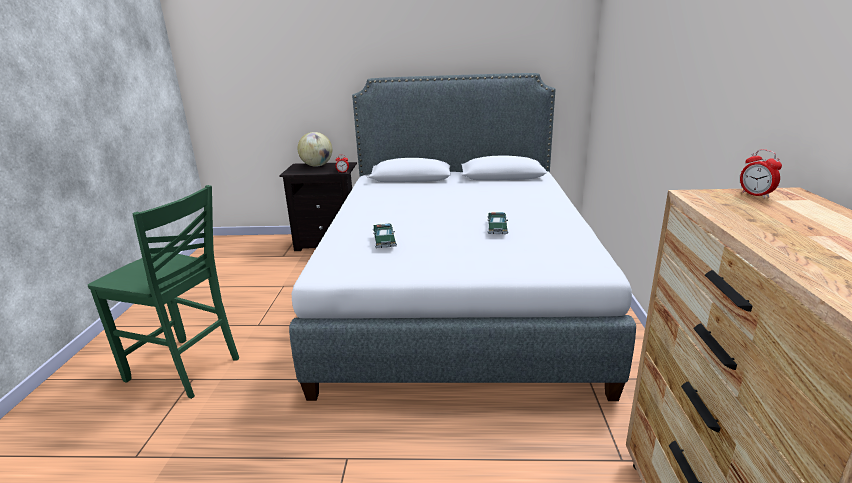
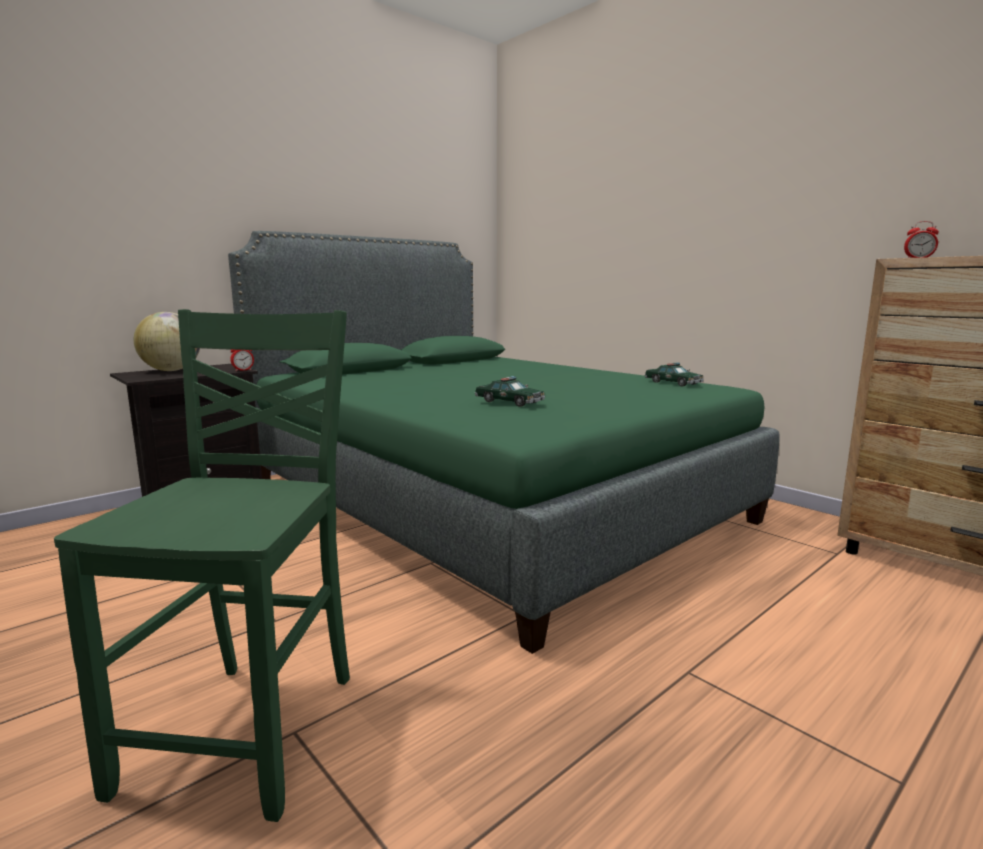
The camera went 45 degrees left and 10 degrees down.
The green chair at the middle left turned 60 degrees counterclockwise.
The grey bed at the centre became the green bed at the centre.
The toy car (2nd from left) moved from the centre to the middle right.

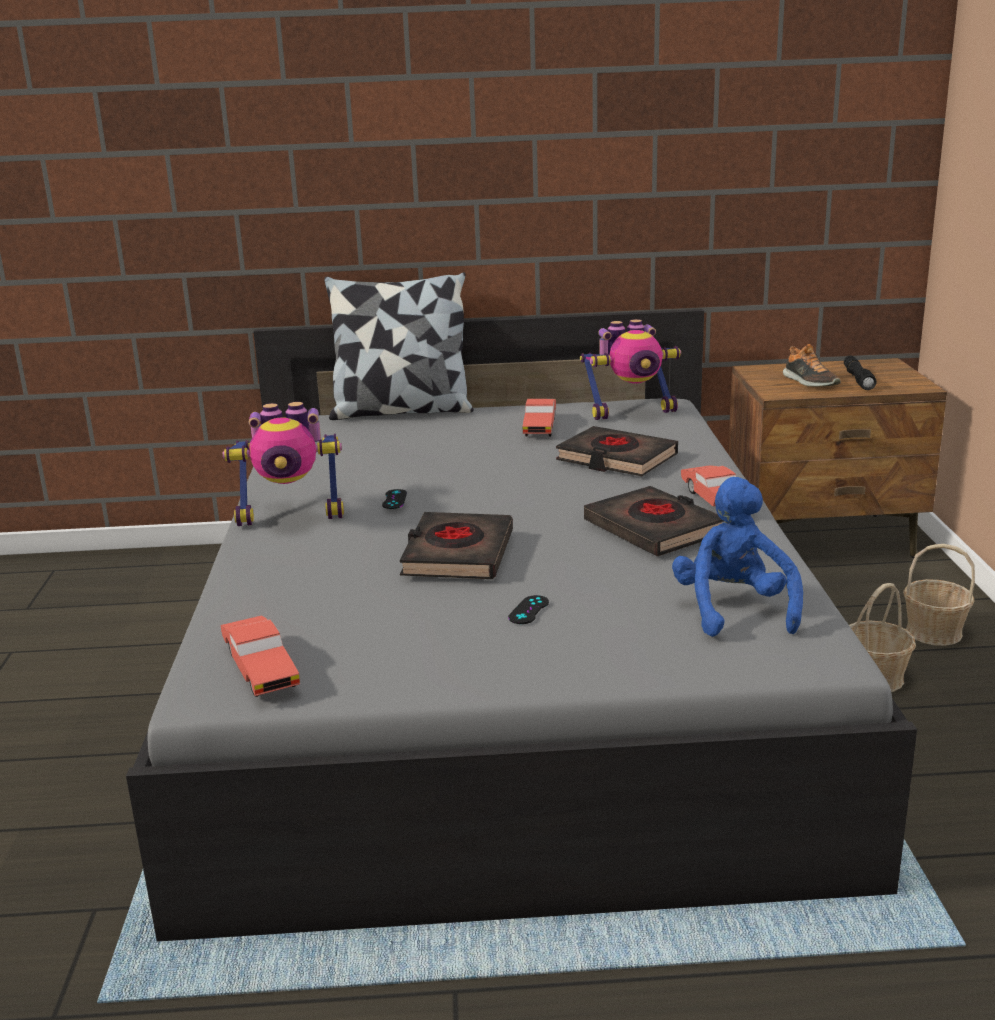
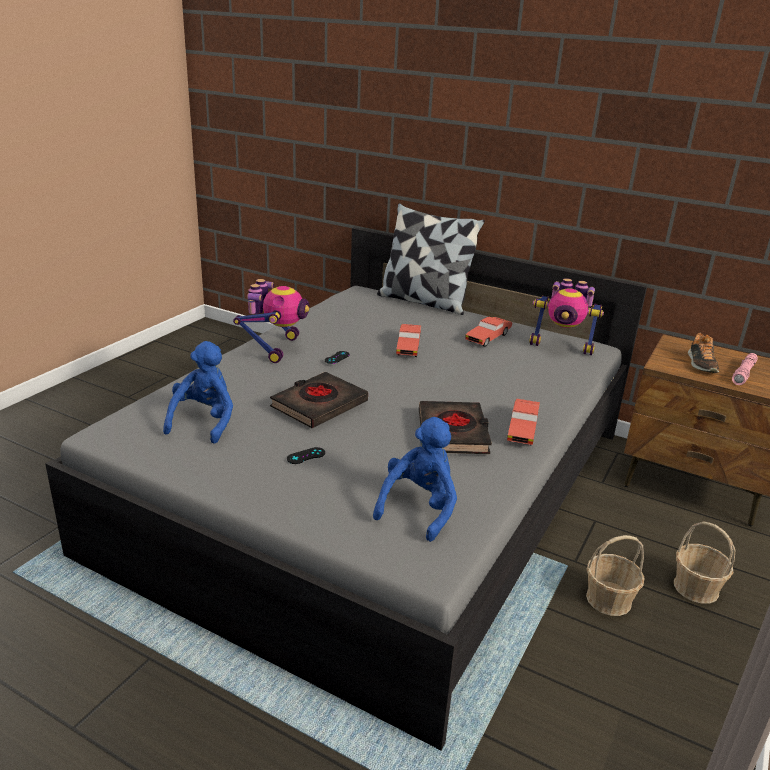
The camera went 30 degrees right and 5 degrees up.
The red toy car (1st from left) moved from the middle left to the centre.
The toy robot (1st from left) at the middle left turned 105 degrees counterclockwise.
The black book (2nd from left) at the centre disappeared.
The black flashlight at the middle right became the pink flashlight at the middle right.
The blue plush toy (1st from left) at the middle left appeared.

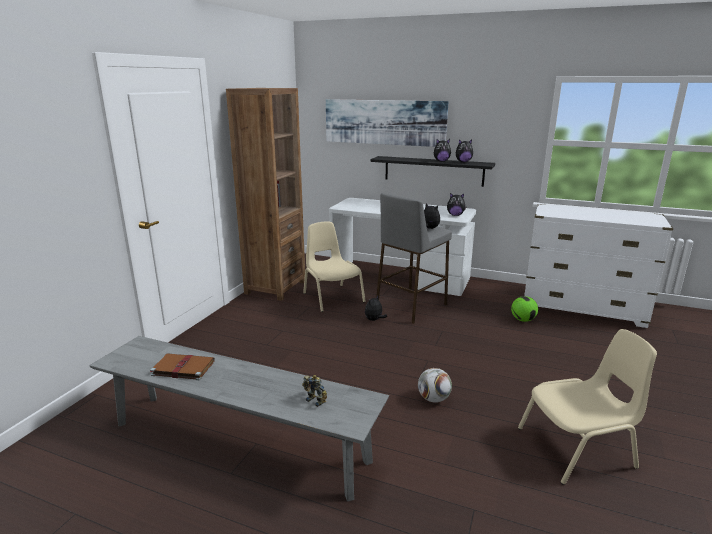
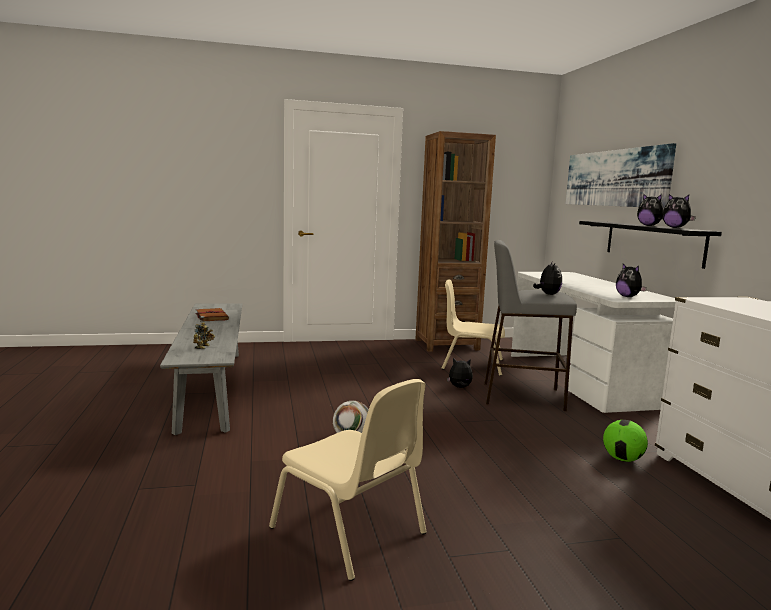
The camera went 55 degrees right and 10 degrees down.
The beige chair (1st from left in the first image) at the centre turned 105 degrees counterclockwise.

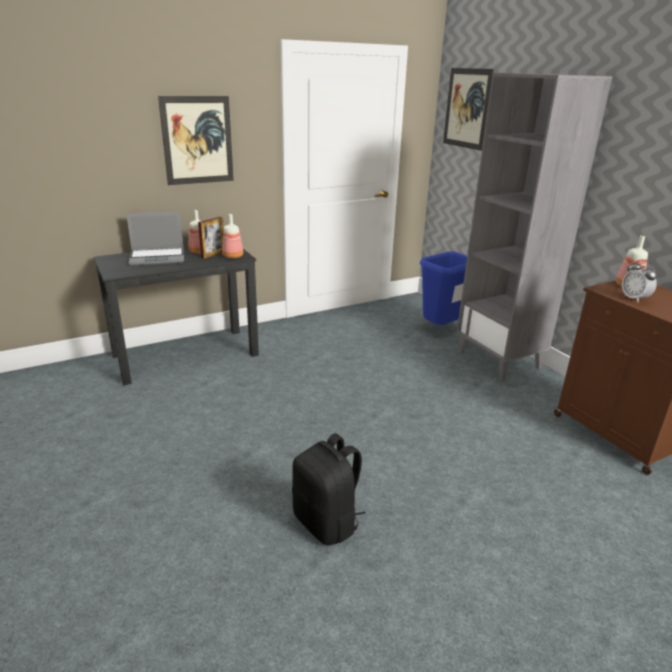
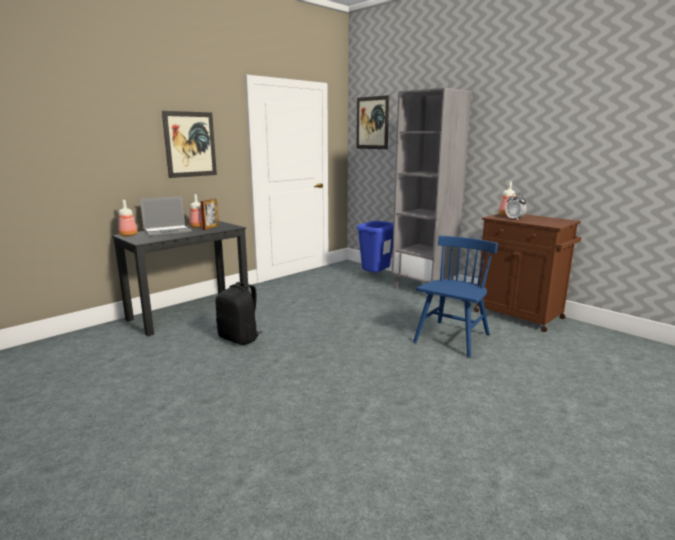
The camera went 15 degrees left and 10 degrees down.
The bottle (2nd from left in the first image) moved from the centre to the middle left.
The black backpack moved from the bottom centre to the centre.
The blue chair at the middle right appeared.

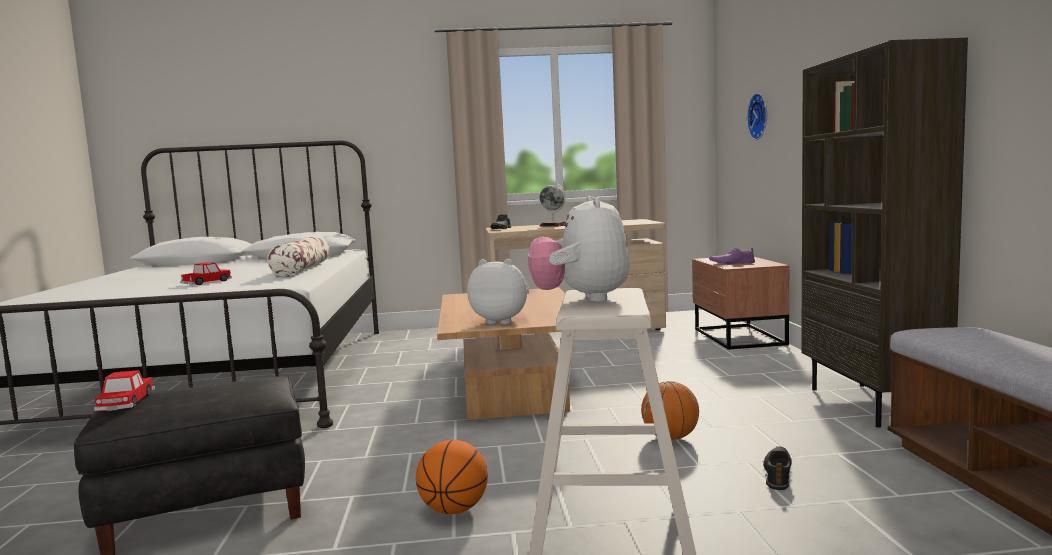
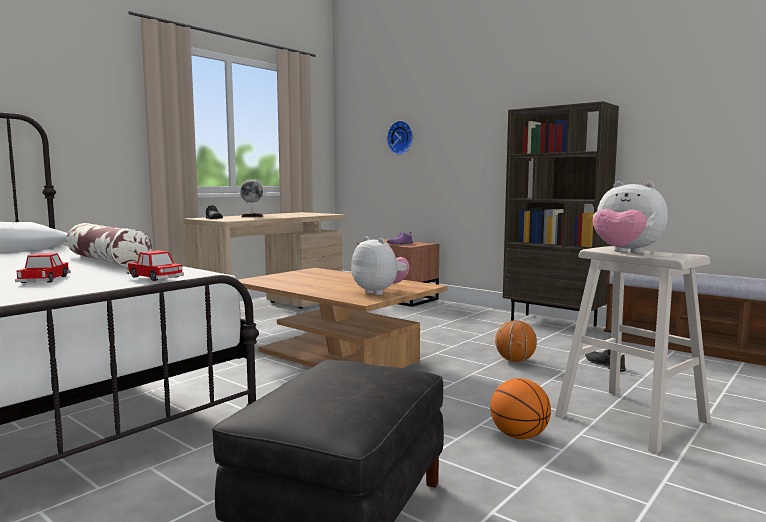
The camera went 45 degrees left and 0 degrees up.
The toy car (1st from left in the first image) moved from the bottom left to the middle left.
The plush toy (1st from left) at the centre turned 75 degrees clockwise.

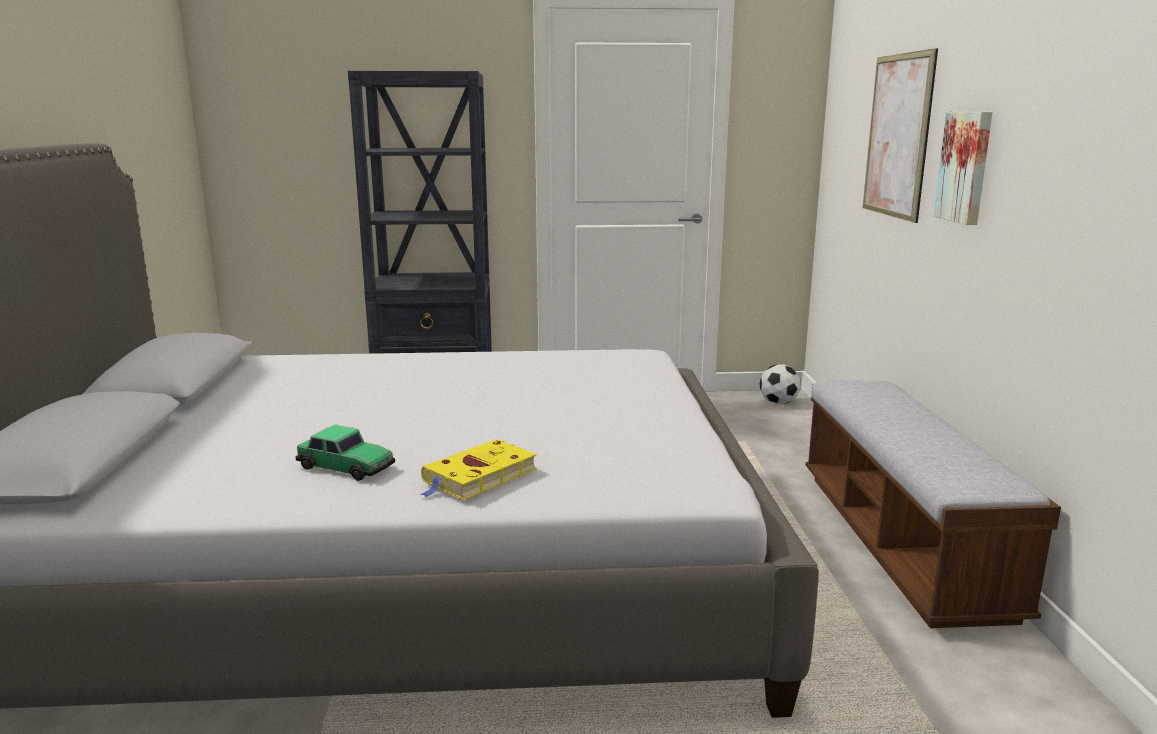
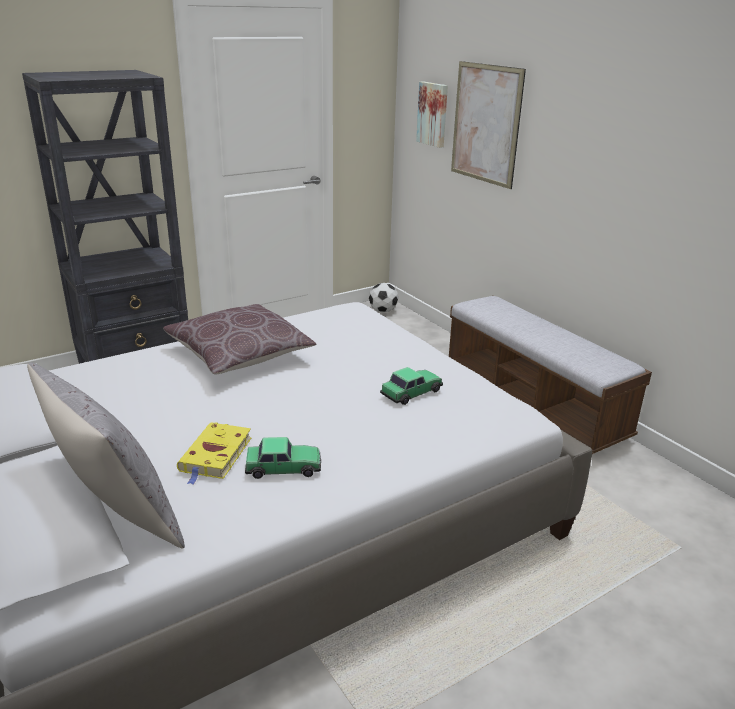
The camera went 30 degrees left and 10 degrees up.
The yellow book moved from the centre to the middle left.
The picture (2nd from left in the first image) moved from the top right to the top centre.
The grey pillow at the middle left appeared.
The brown pillow at the middle left appeared.
The toy car (2nd from left) at the centre appeared.

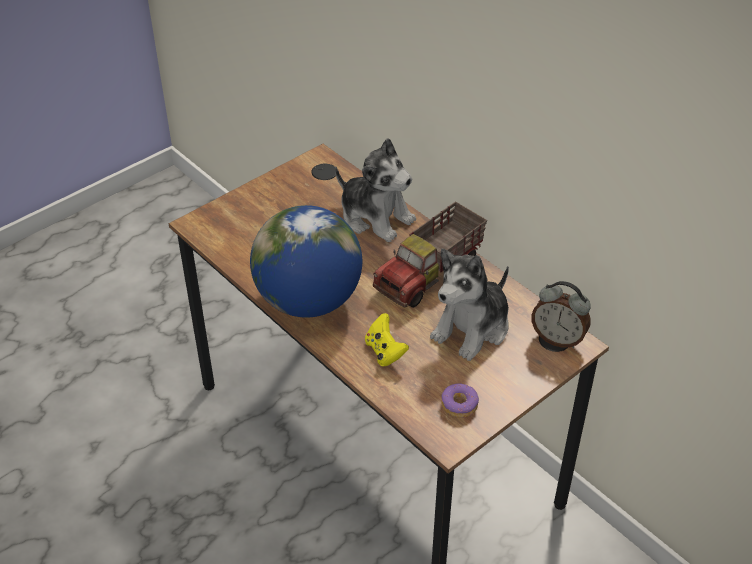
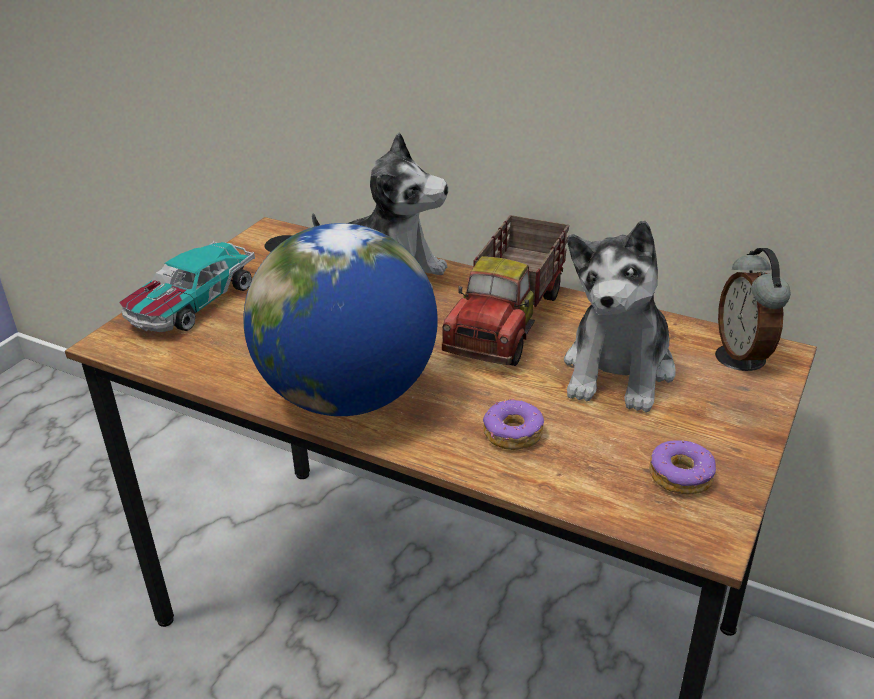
The camera went 20 degrees left and 10 degrees down.
The yellow game controller at the centre was replaced by the donut (1st from left) at the centre.
The alarm clock at the middle right turned 75 degrees clockwise.
The toy car at the middle left appeared.

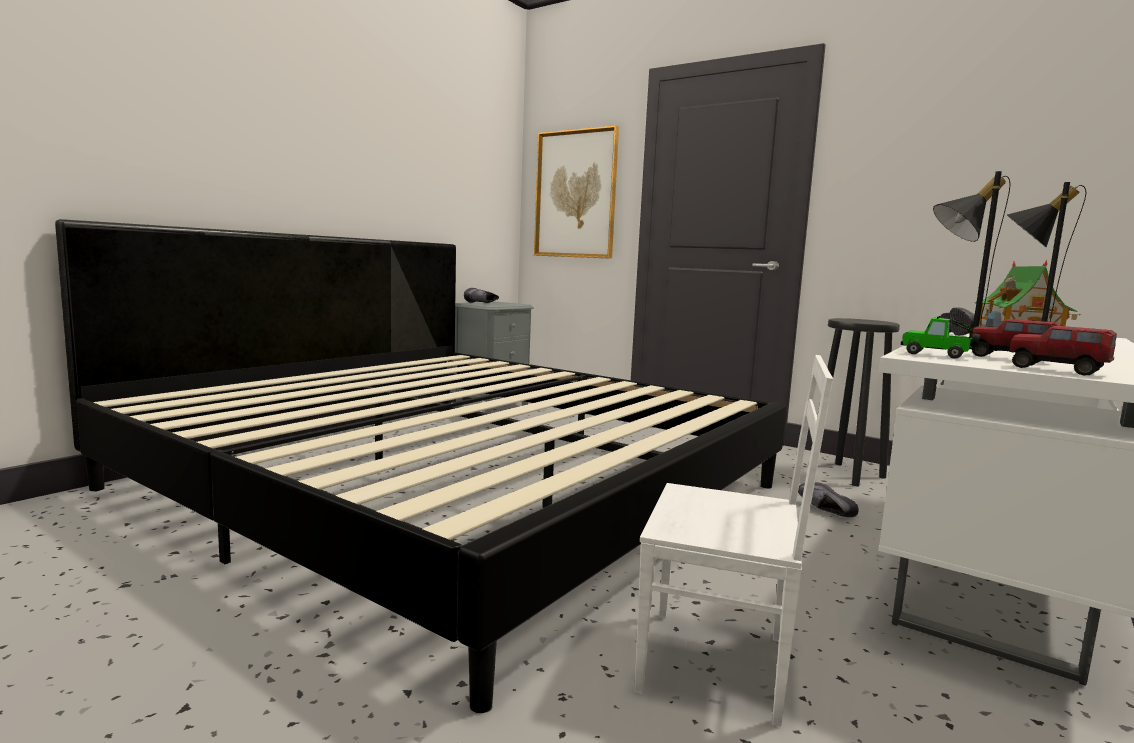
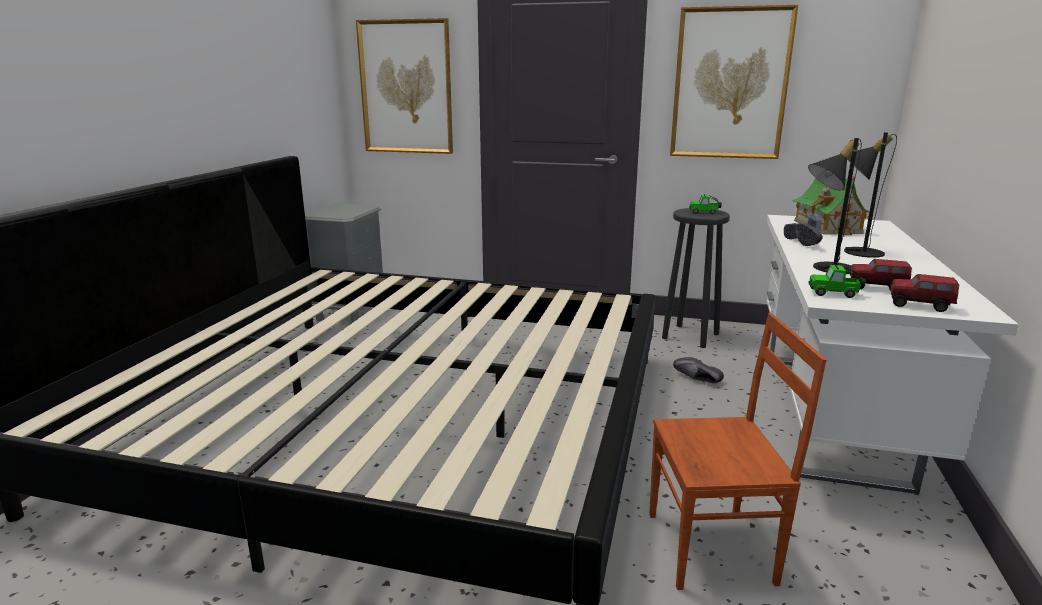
The camera went 20 degrees left and 10 degrees up.
The black shoe (1st from left) at the centre disappeared.
The white chair at the bottom centre became the brown chair at the bottom right.
The picture (2nd from left) at the top right appeared.
The toy car (1st from left) at the middle right appeared.

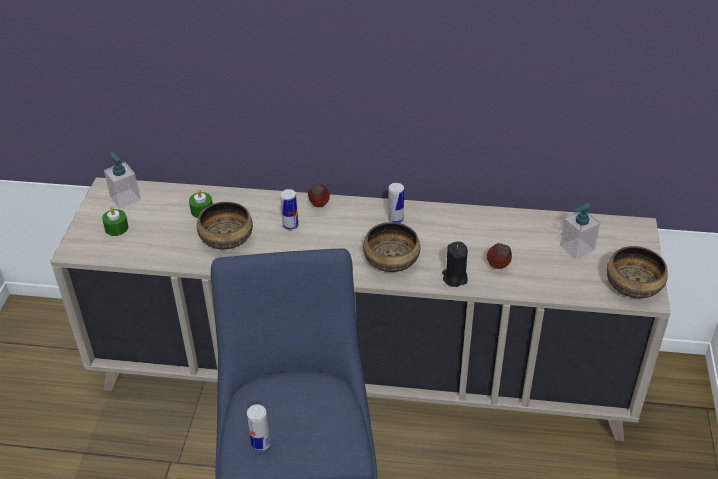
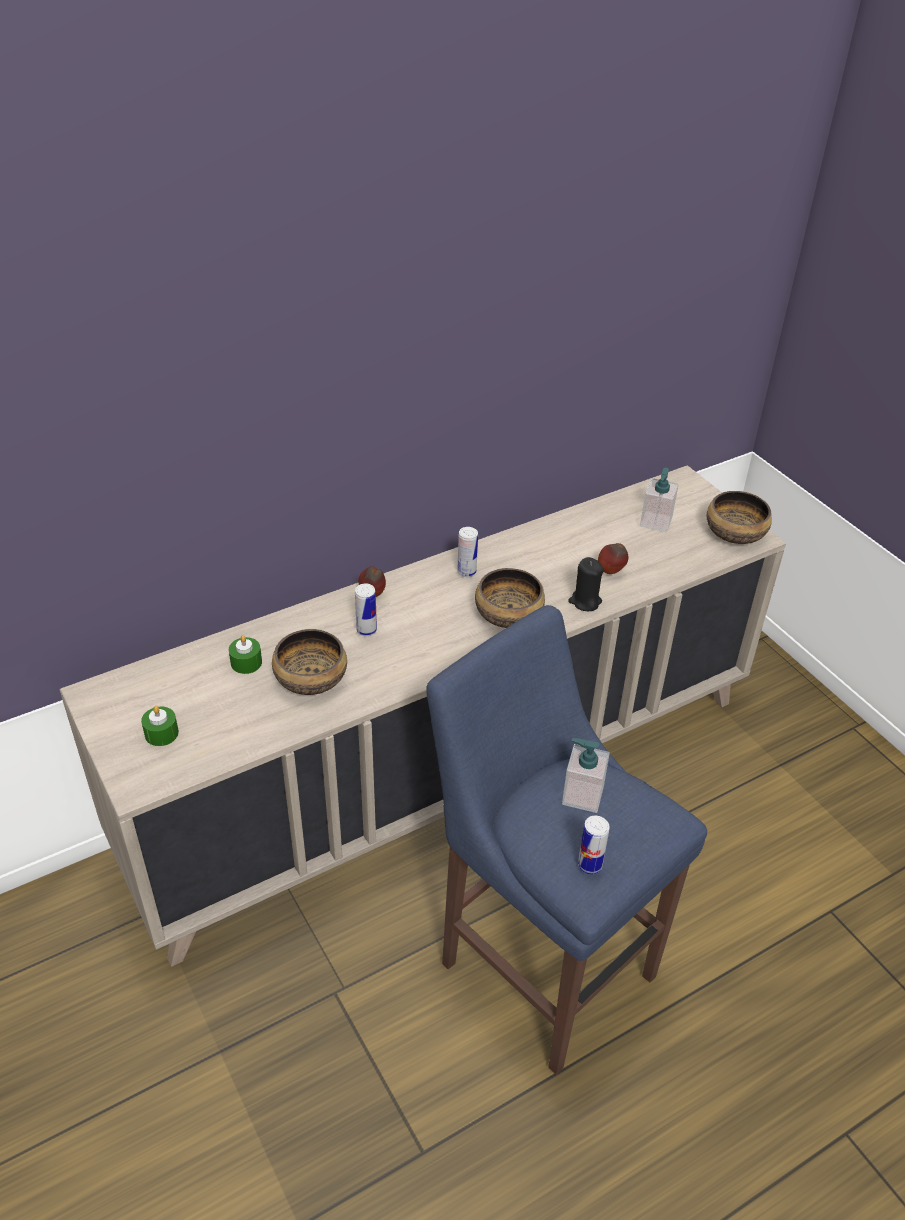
The camera went 40 degrees left and 0 degrees up.
The soap dispenser (1st from left) moved from the middle left to the centre.

